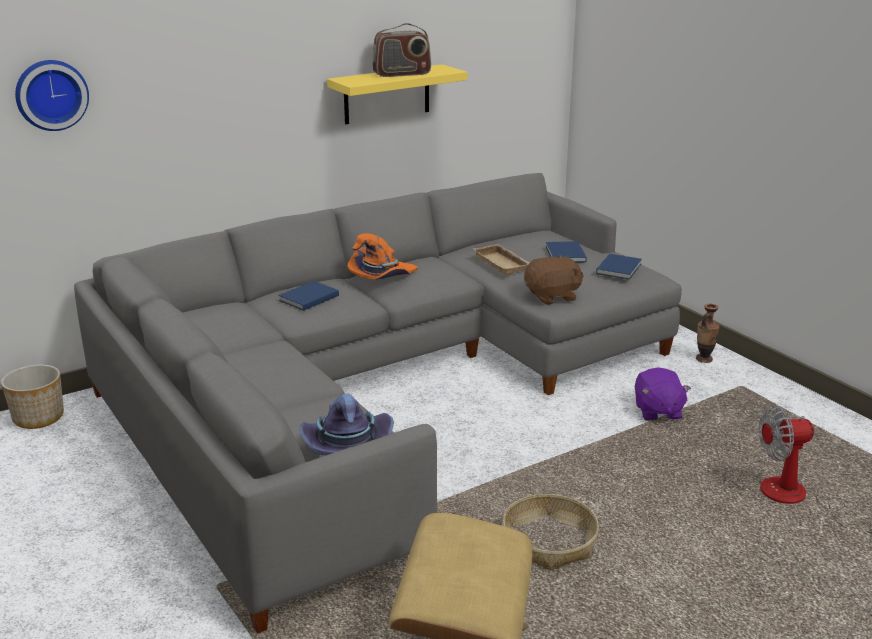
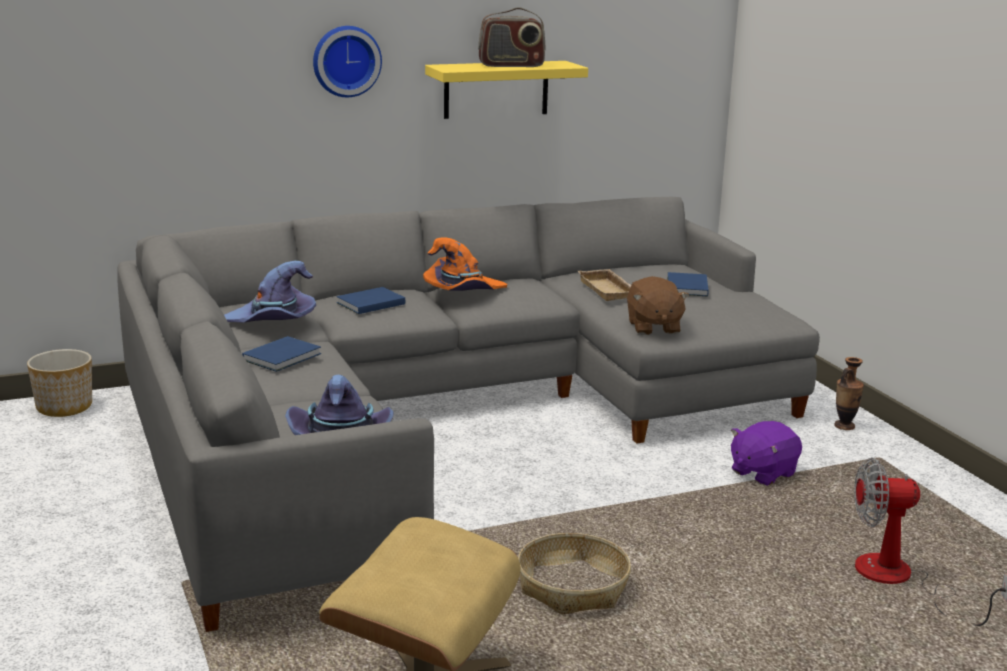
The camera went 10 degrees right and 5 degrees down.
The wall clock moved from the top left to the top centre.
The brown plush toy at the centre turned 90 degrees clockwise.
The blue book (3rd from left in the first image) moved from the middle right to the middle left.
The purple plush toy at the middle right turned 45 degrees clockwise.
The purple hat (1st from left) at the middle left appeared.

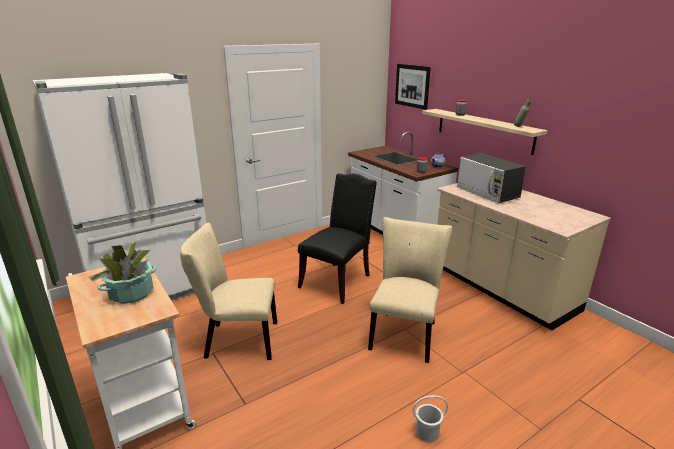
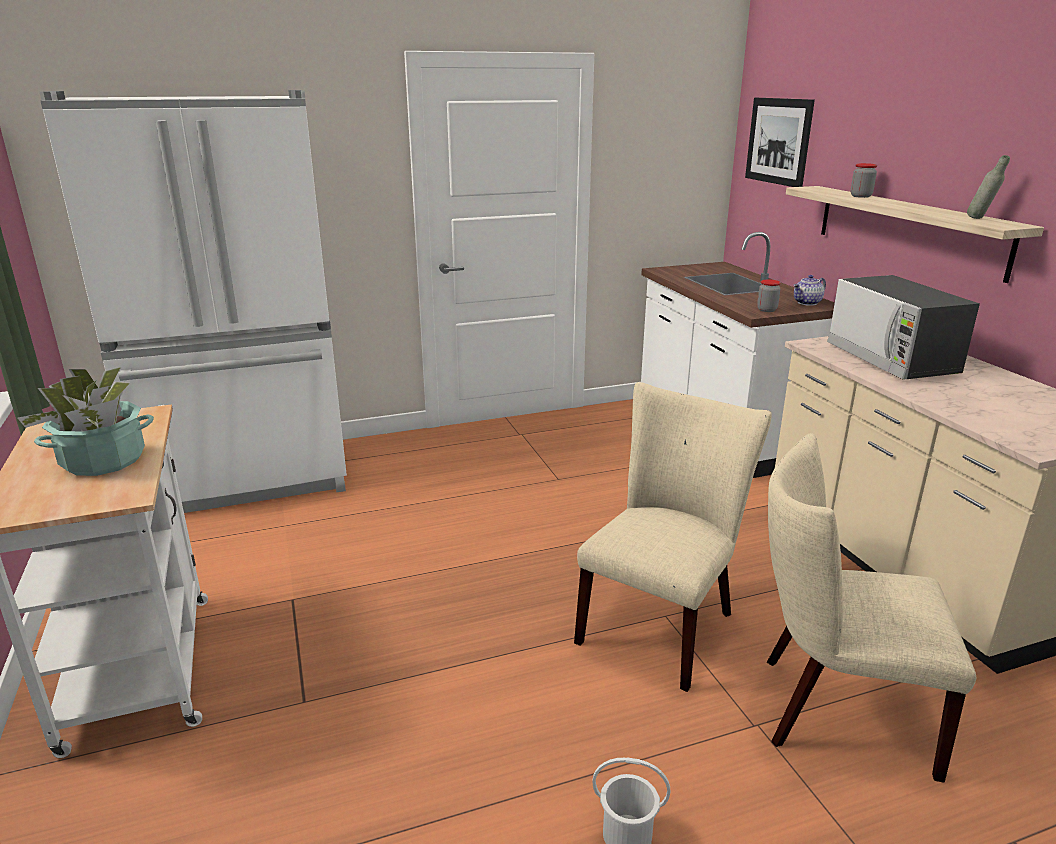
The camera went 15 degrees right and 0 degrees up.
The beige chair (1st from left in the first image) moved from the centre to the bottom right.
The black chair at the centre disappeared.

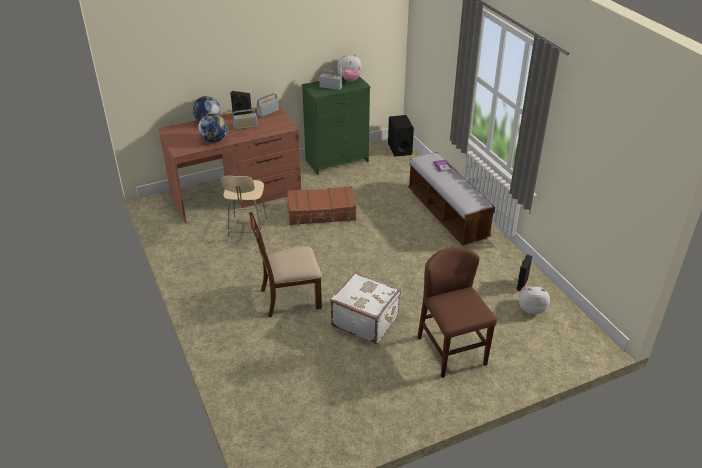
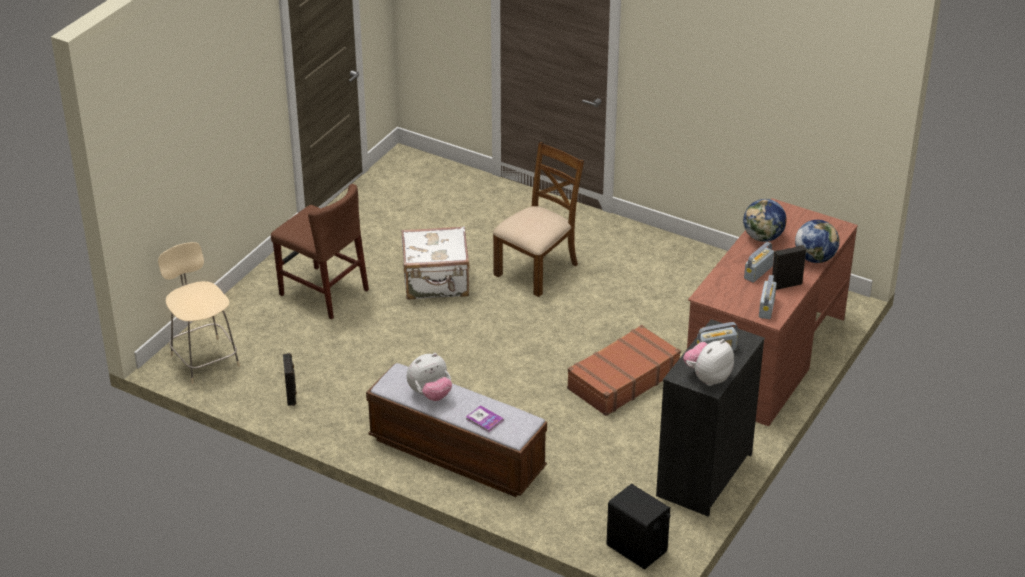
The camera went 145 degrees right and 0 degrees up.
The beige stool moved from the centre to the middle left.
The green dresser at the top centre became the black dresser at the bottom right.
The plush toy (2nd from left in the first image) moved from the middle right to the centre.

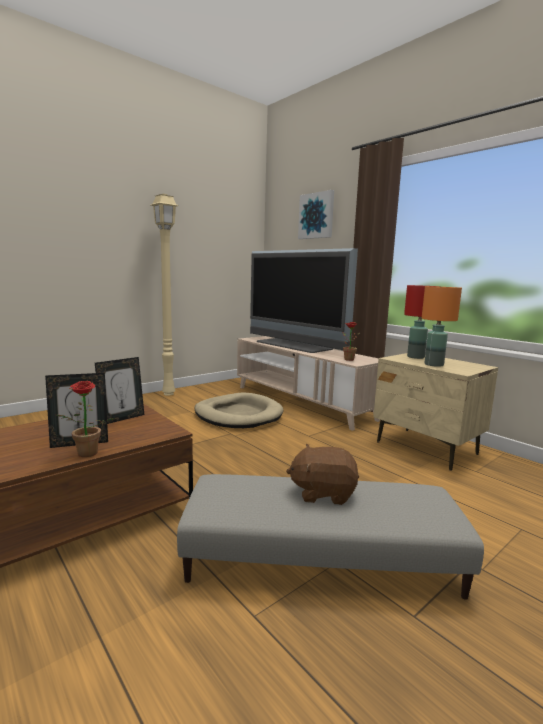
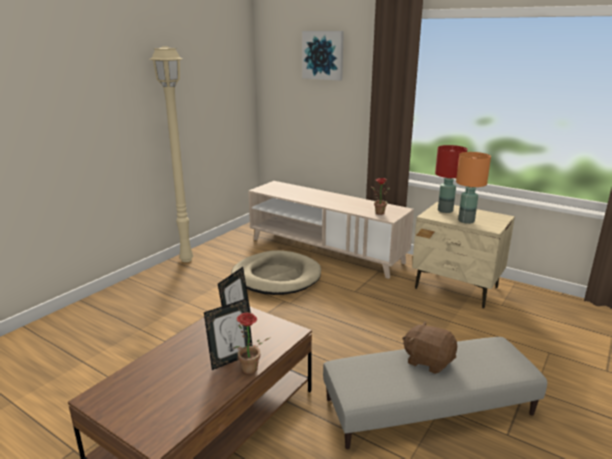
The camera went 15 degrees left and 10 degrees up.
The television at the centre disappeared.
The brown plush toy at the centre turned 45 degrees clockwise.

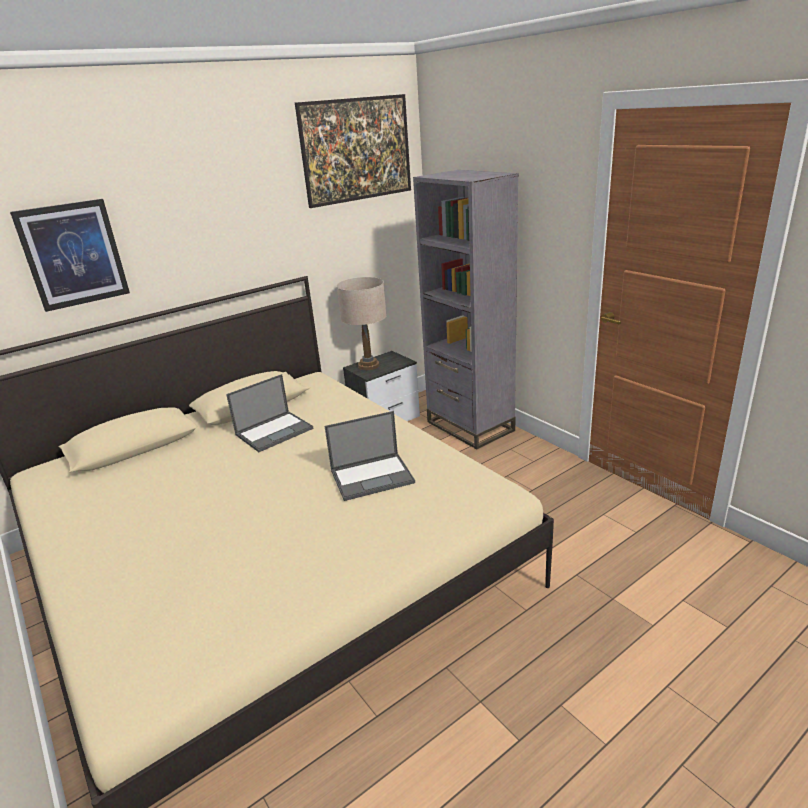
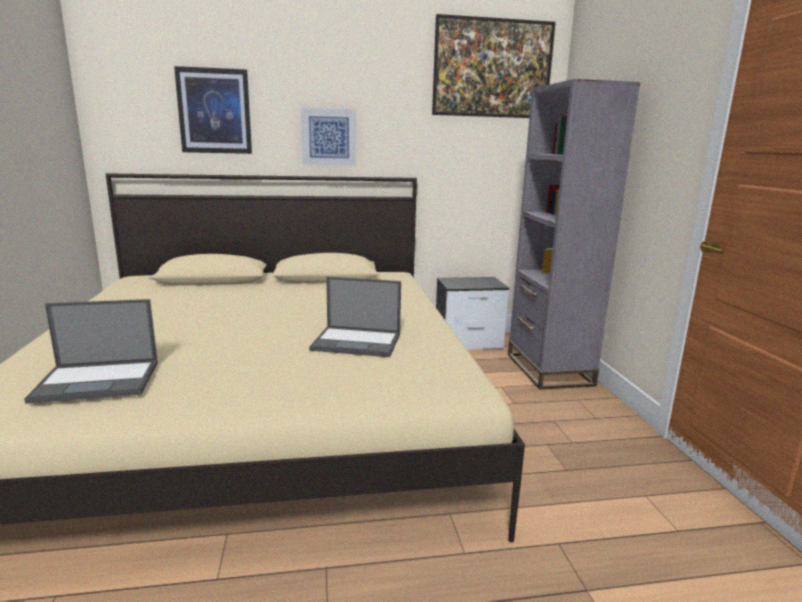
The camera went 25 degrees right and 10 degrees down.
The laptop (1st from left) moved from the centre to the middle left.
The beige table lamp at the centre disappeared.
The picture (2nd from left) at the top centre appeared.

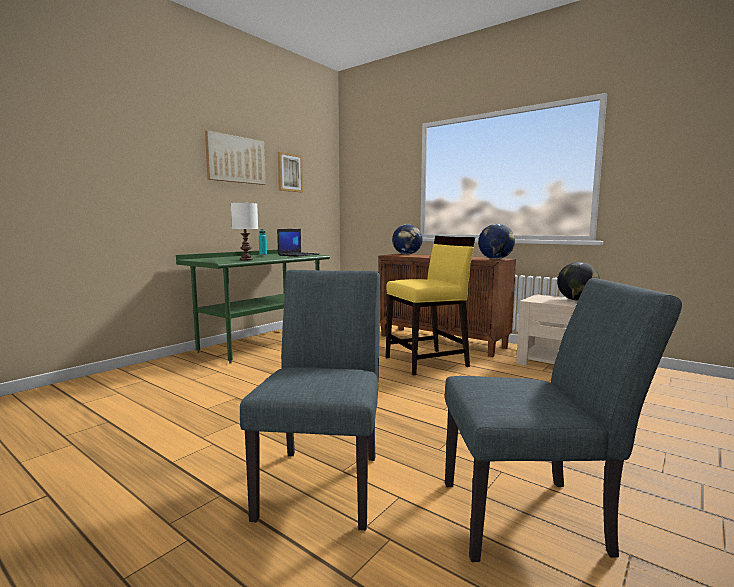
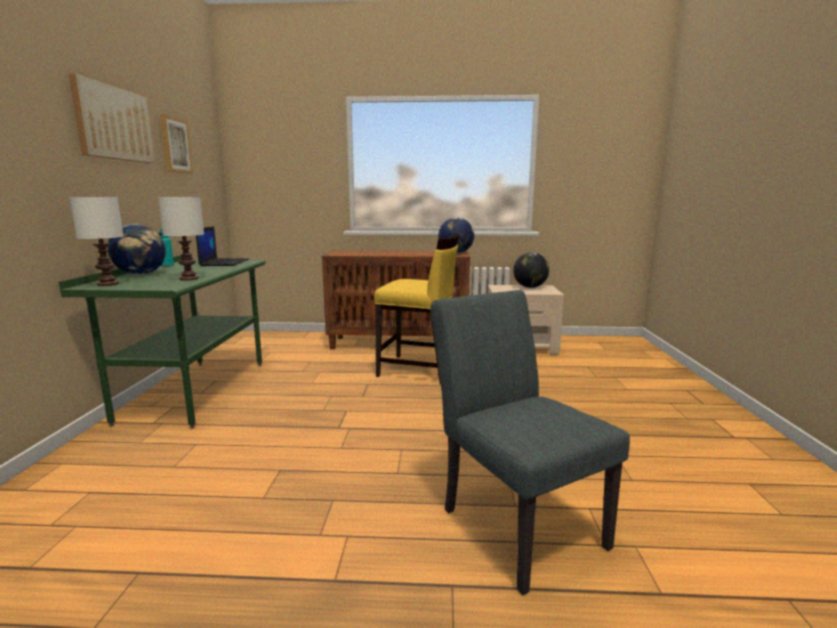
The camera went 35 degrees left and 5 degrees up.
The yellow chair at the centre turned 75 degrees clockwise.
The globe (1st from left) moved from the centre to the middle left.
The grey chair (2nd from left) at the bottom right disappeared.
The white table lamp (1st from left) at the middle left appeared.

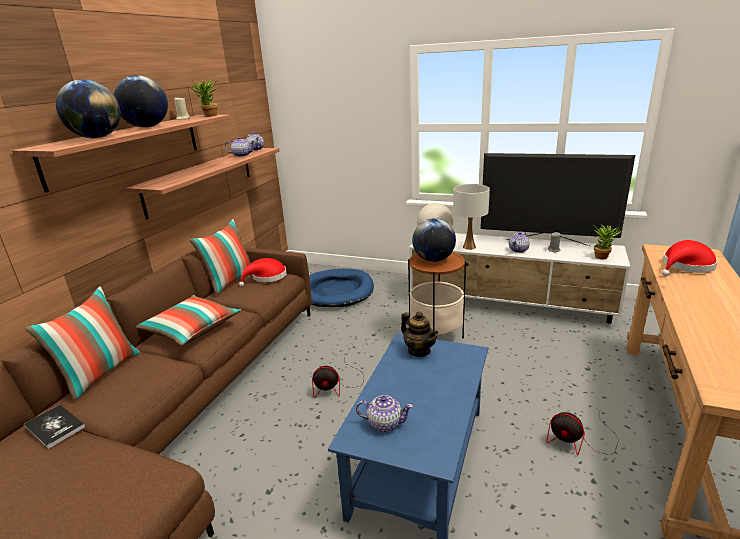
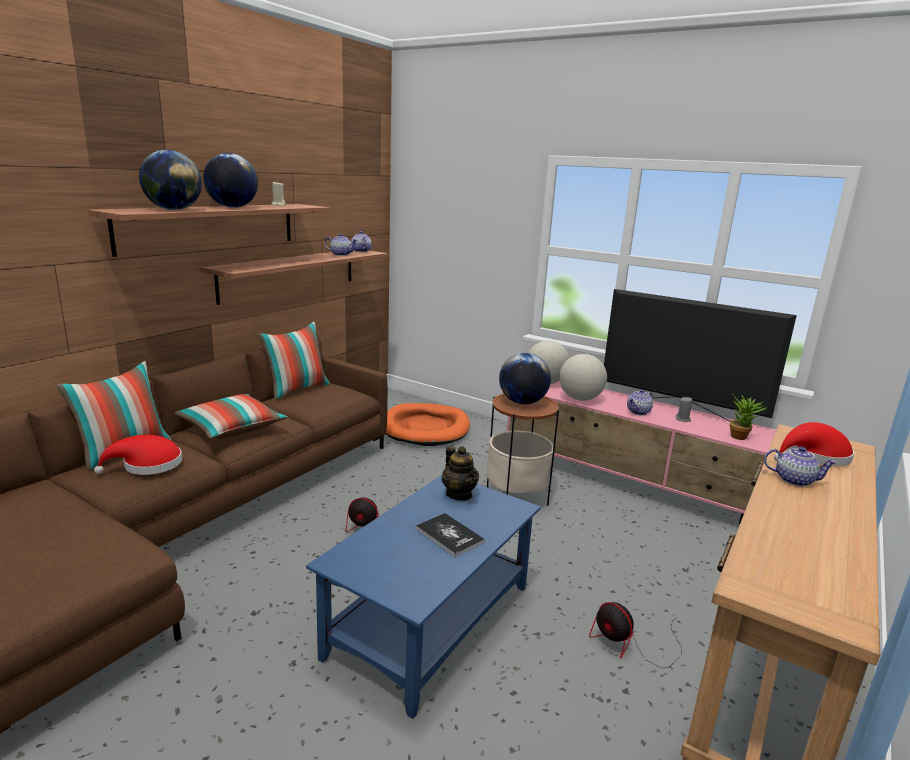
The camera went 10 degrees right and 5 degrees down.
The book moved from the bottom left to the bottom centre.
The potted plant (1st from left) at the top left disappeared.
The red hat (1st from left) moved from the centre to the middle left.
The blue dog bed at the centre became the orange dog bed at the centre.
The teapot (3rd from left in the first image) moved from the bottom centre to the middle right.
The white tv stand at the middle right became the pink tv stand at the middle right.
The white table lamp at the centre was replaced by the globe (5th from left) at the centre.

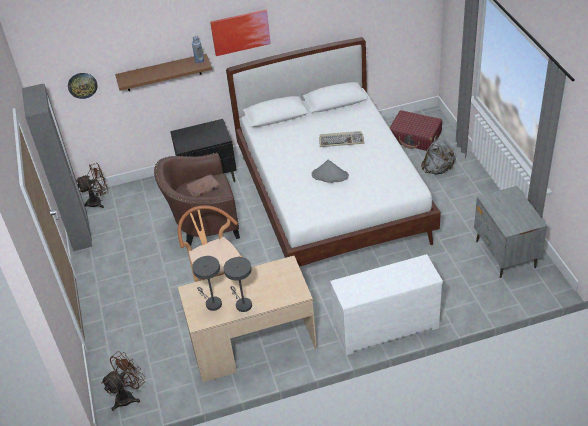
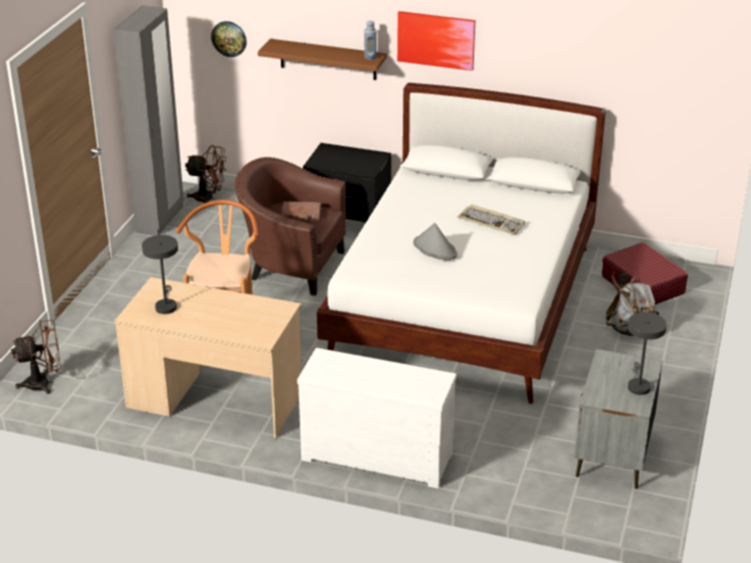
The camera went 30 degrees right and 10 degrees down.
The grey table lamp (2nd from left) moved from the bottom centre to the middle right.

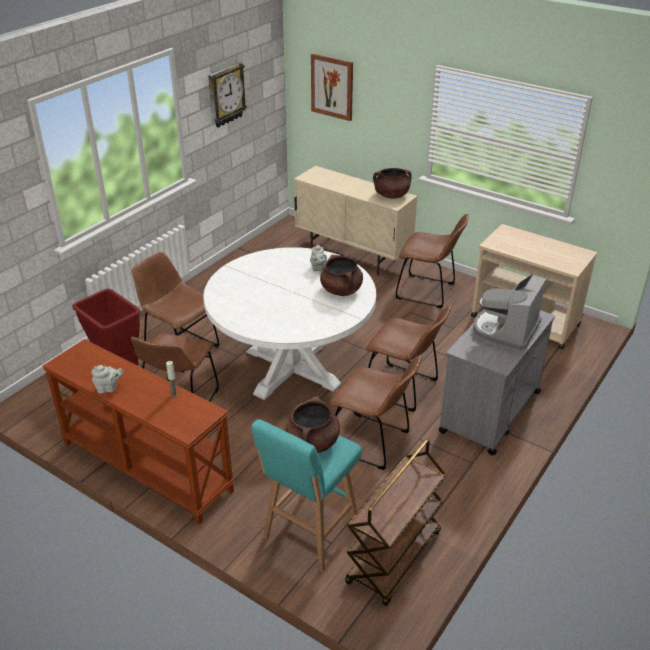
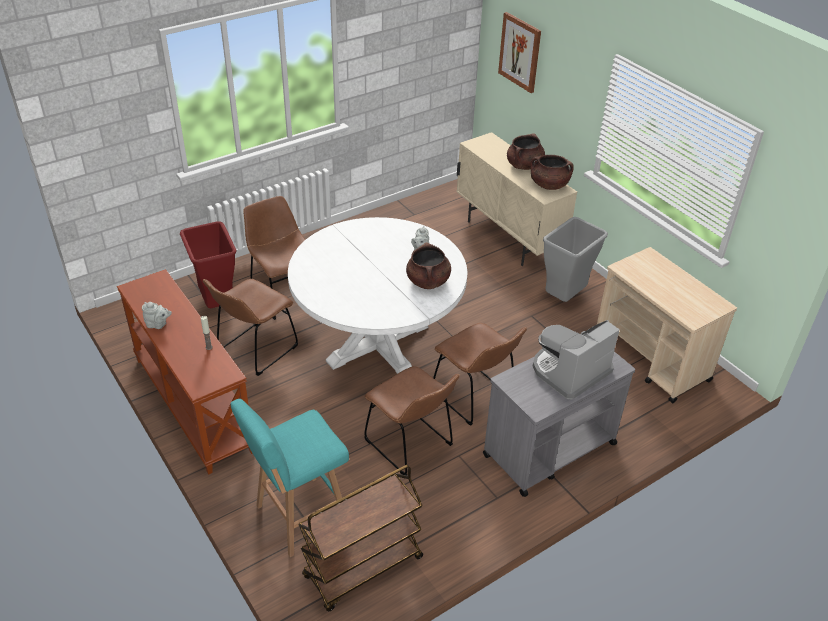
The camera went 20 degrees right and 5 degrees up.
The wall clock at the top centre disappeared.
The brown cooking pot (1st from left in the first image) moved from the centre to the top centre.
The brown chair (5th from left) at the centre was replaced by the grey trash can at the middle right.

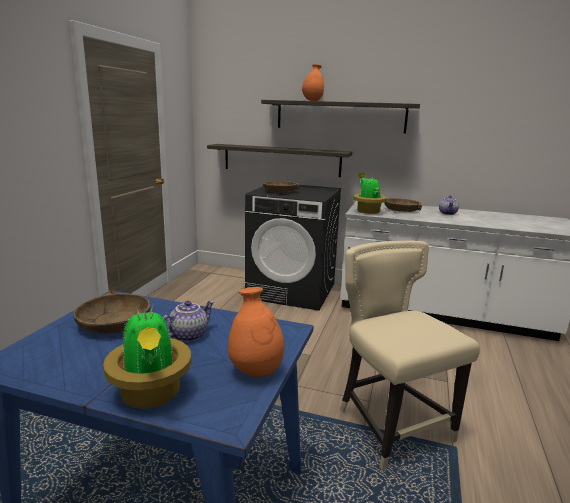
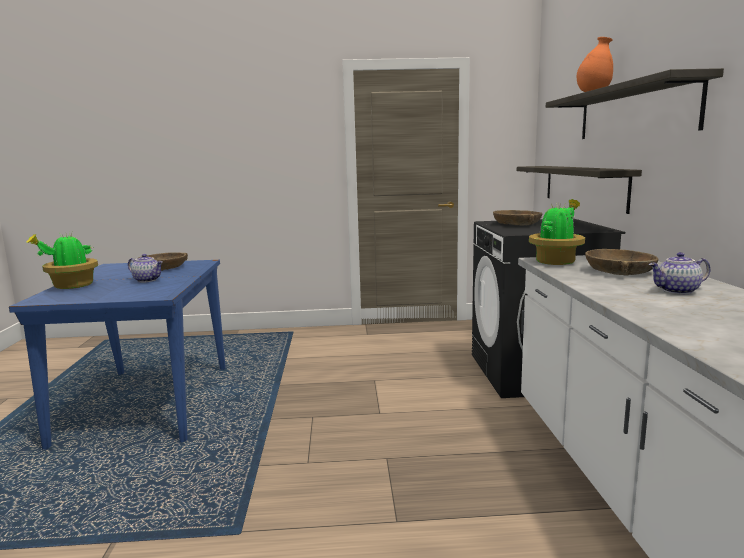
The camera went 70 degrees right and 5 degrees down.
The orange vase (1st from left) at the centre disappeared.
The beige chair at the bottom right disappeared.

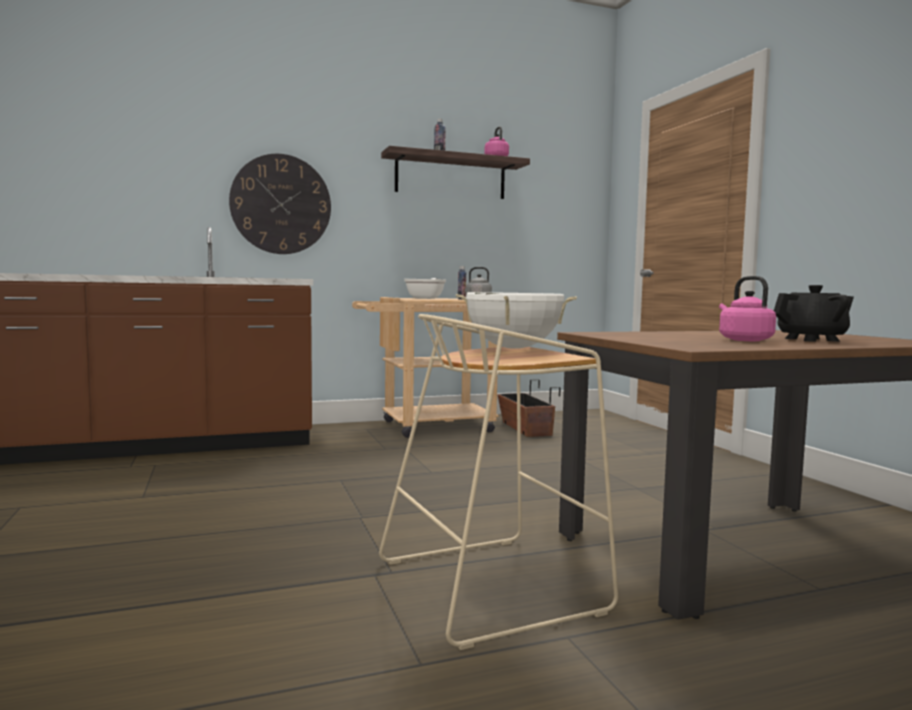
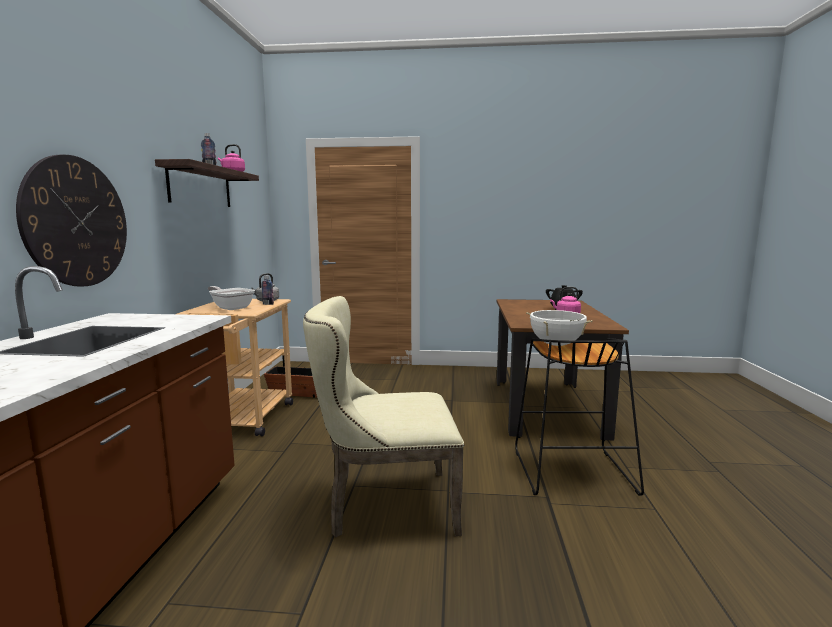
The camera went 65 degrees left and 5 degrees up.
The beige stool at the bottom centre became the black stool at the middle right.
The beige chair at the centre appeared.

